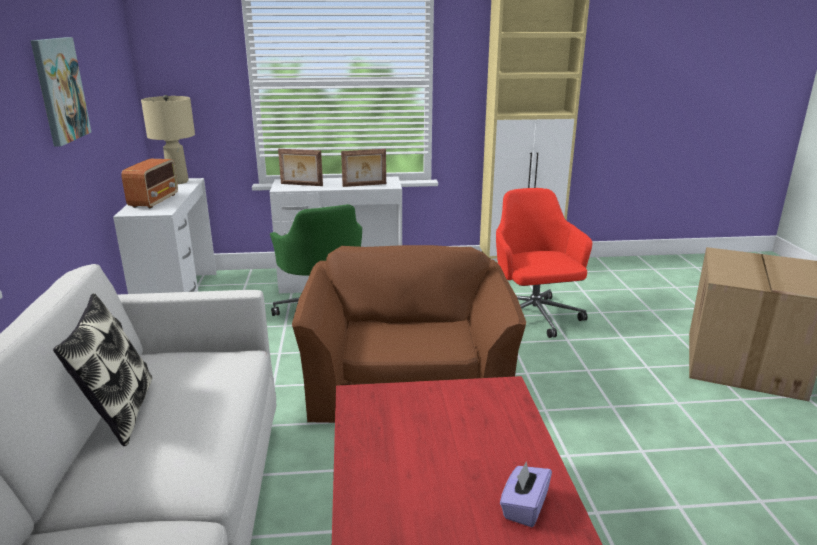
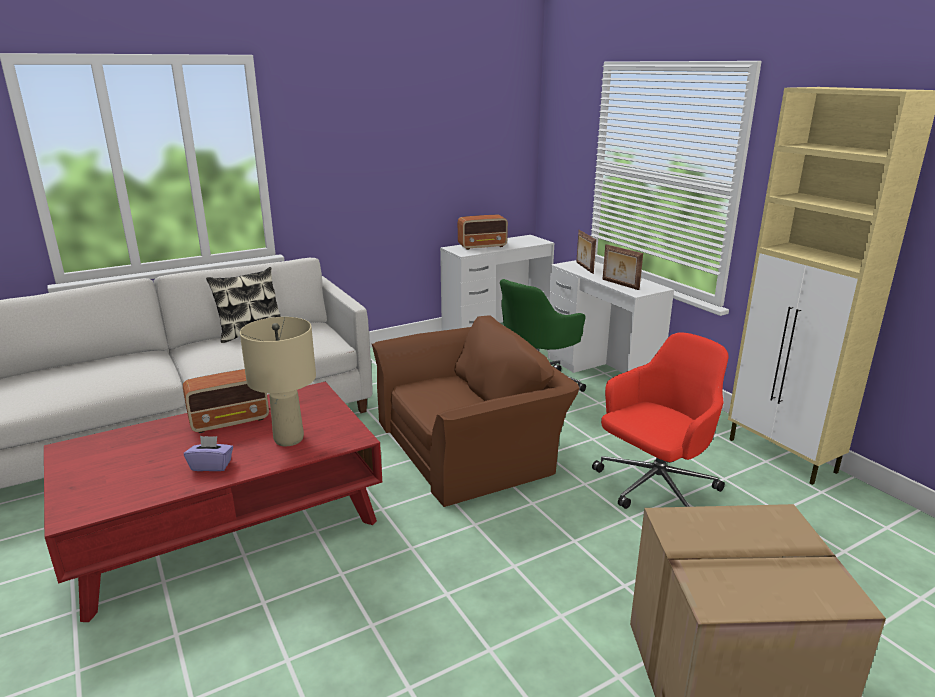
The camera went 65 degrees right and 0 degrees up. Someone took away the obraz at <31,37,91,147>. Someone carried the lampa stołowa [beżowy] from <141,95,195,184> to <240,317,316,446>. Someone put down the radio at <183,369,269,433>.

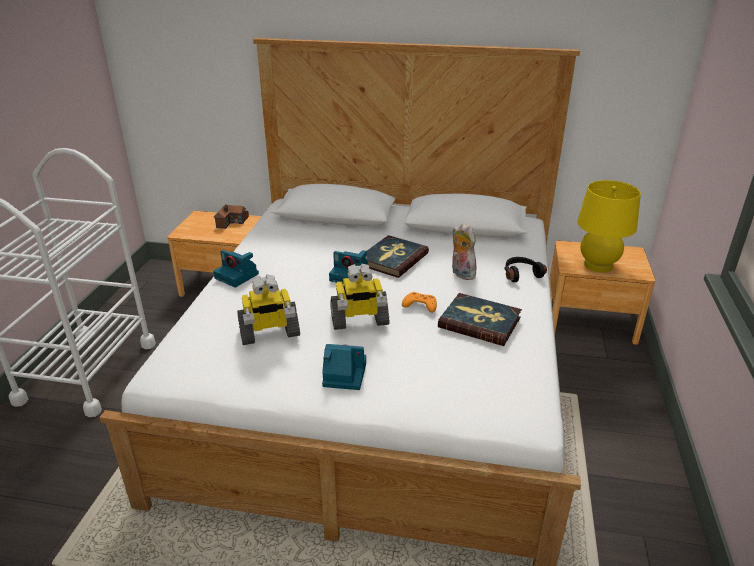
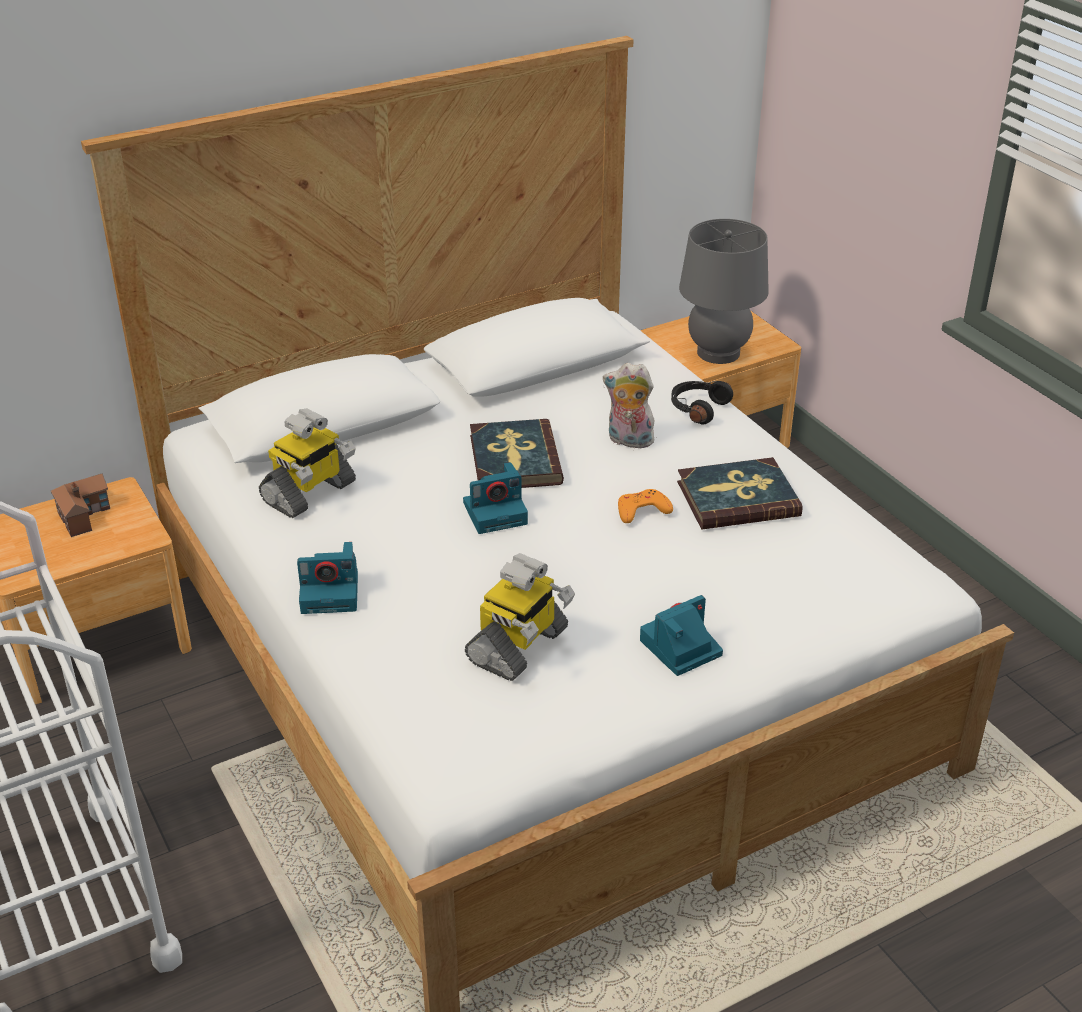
The camera went 40 degrees left and 5 degrees up. Someone repainted the lampa stołowa [żółty] at <577,180,641,273>, which became the lampa stołowa [szary] at <679,219,769,364>. Someone carried the robot zabawkowy from <330,263,390,330> to <259,408,356,518>.

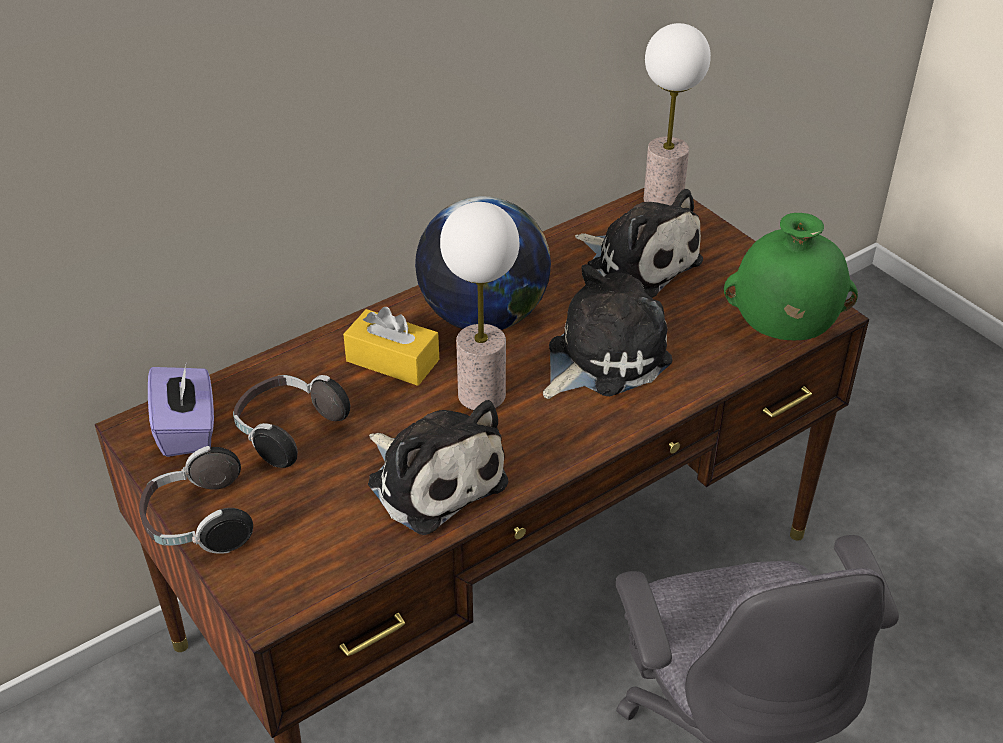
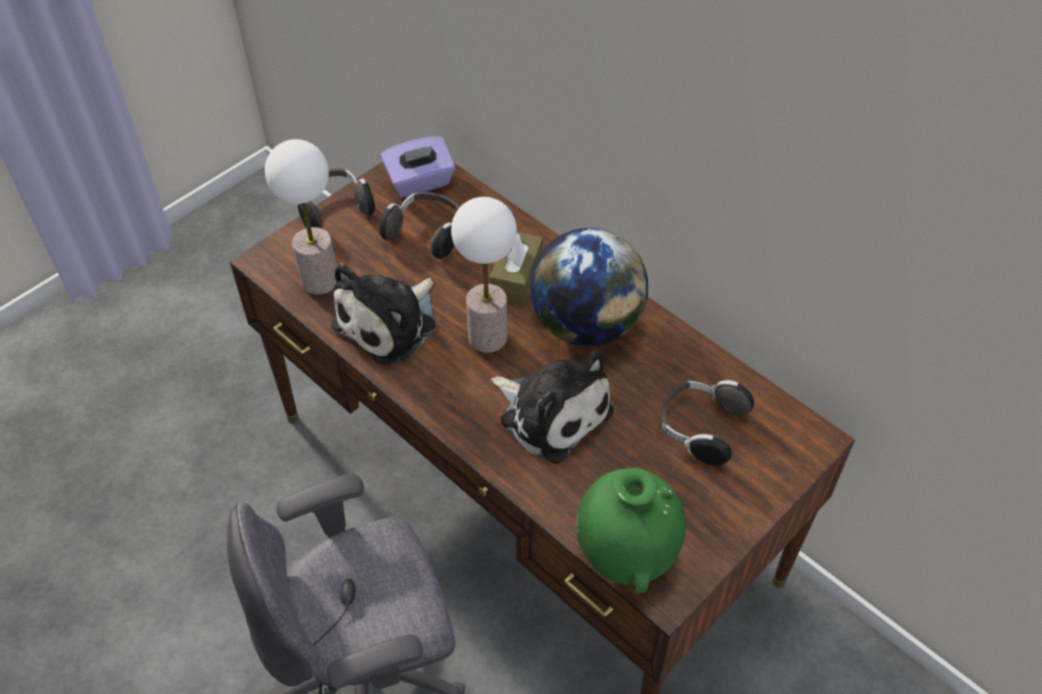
The camera went 80 degrees right and 10 degrees up. Someone carried the lampa stołowa from <644,23,711,206> to <265,139,337,295>. Someone swapped the pluszak at <575,189,703,298> for the słuchawki at <661,380,754,466>. Someone repainted the pudełko chusteczek [żółty] at <343,307,439,386>, which became the pudełko chusteczek [brązowy] at <490,232,543,304>.

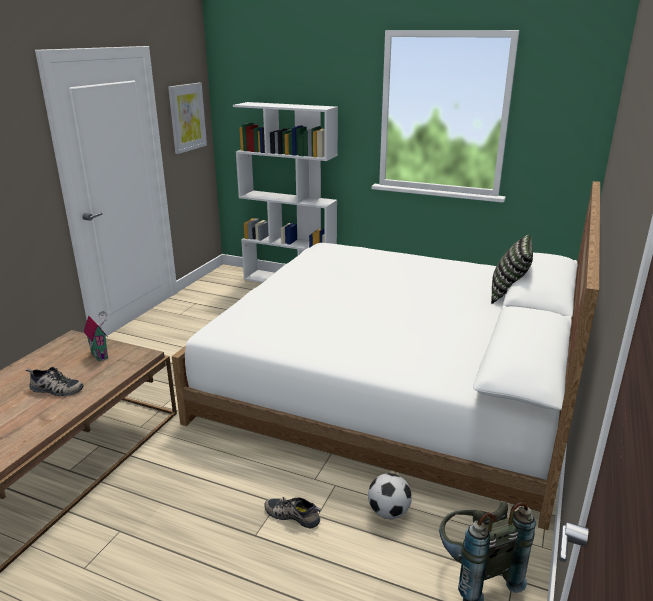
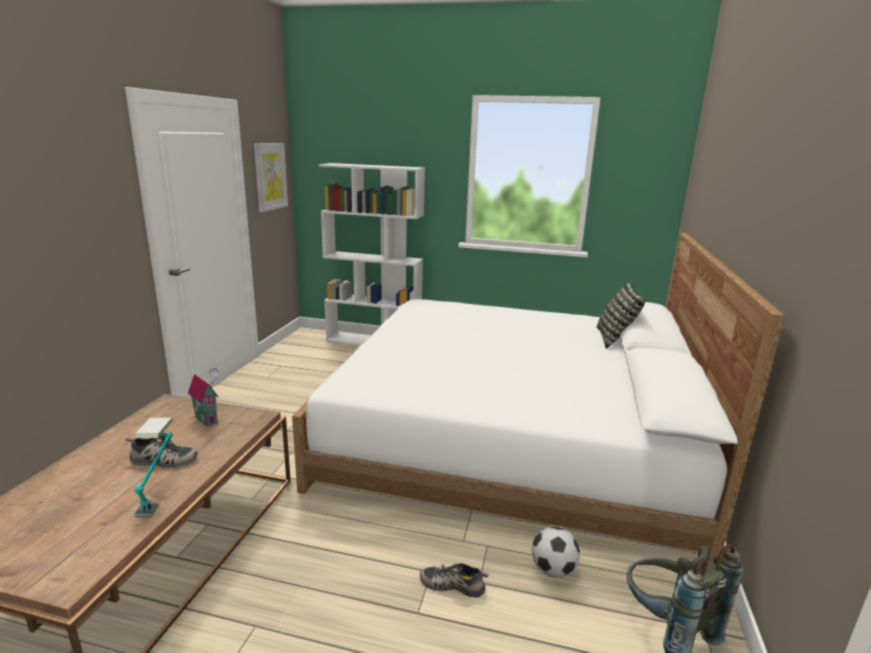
The camera went 10 degrees left and 5 degrees down. Someone put down the lampa stołowa at <134,418,173,517>.

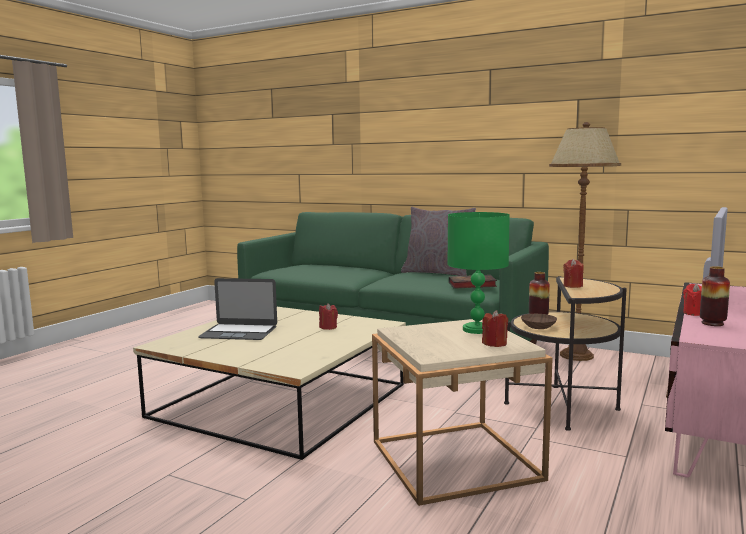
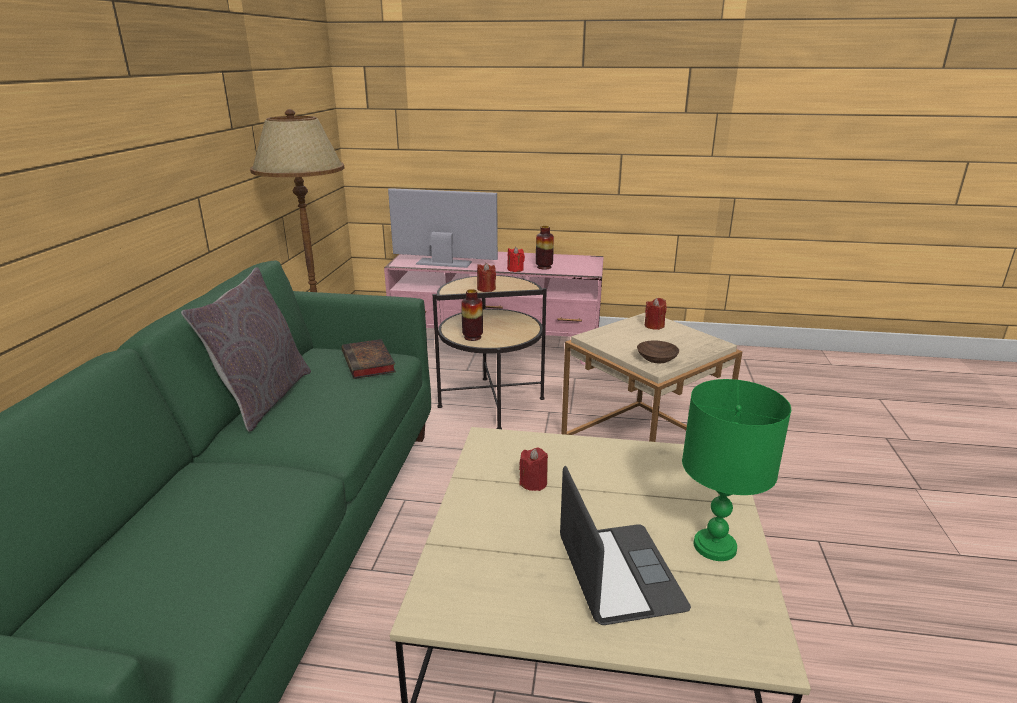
The camera went 110 degrees left and 15 degrees up. Someone carried the lampa stołowa [zielony] from <447,212,510,334> to <682,379,791,561>. Someone carried the miska [brązowy] from <521,314,557,329> to <637,340,679,363>.

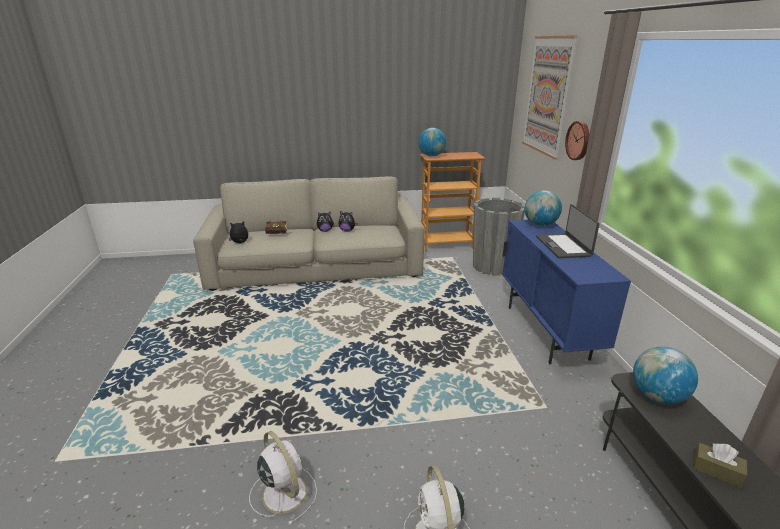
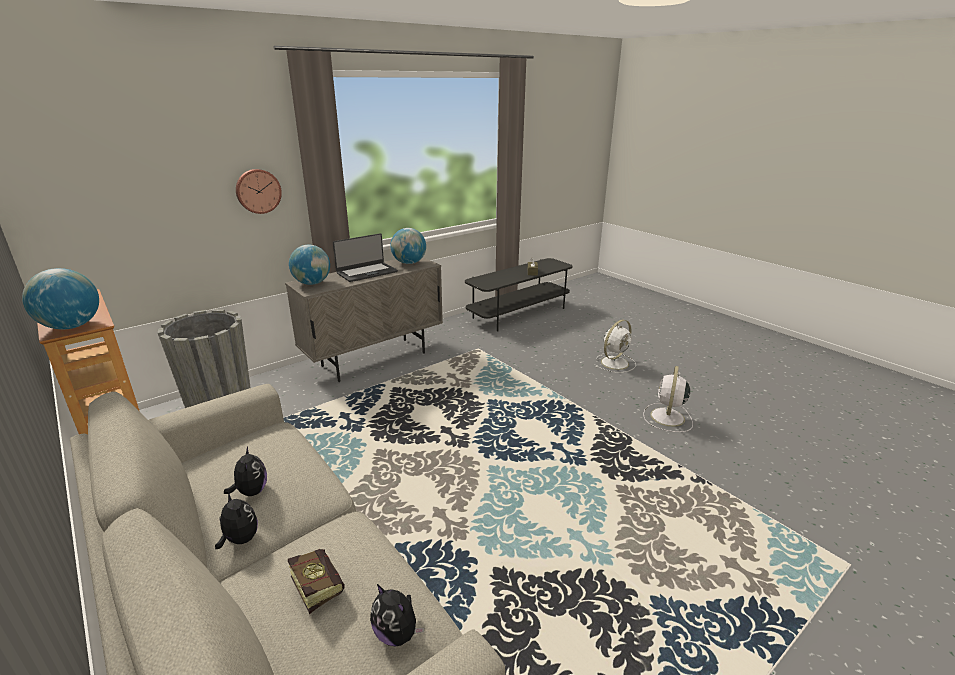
The camera went 120 degrees left and 0 degrees up. Someone took away the obraz at <522,35,578,160>. Someone repainted the szafka [niebieski] at <503,220,631,364>, which became the szafka [beżowy] at <285,257,443,382>. Someone carried the globus from <633,347,698,404> to <390,228,426,264>.

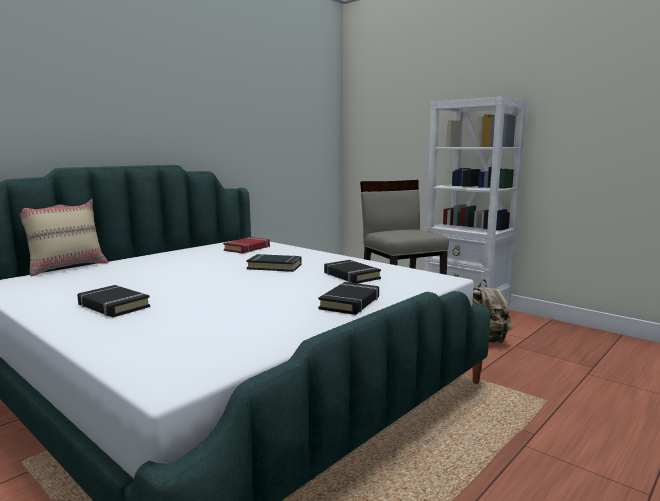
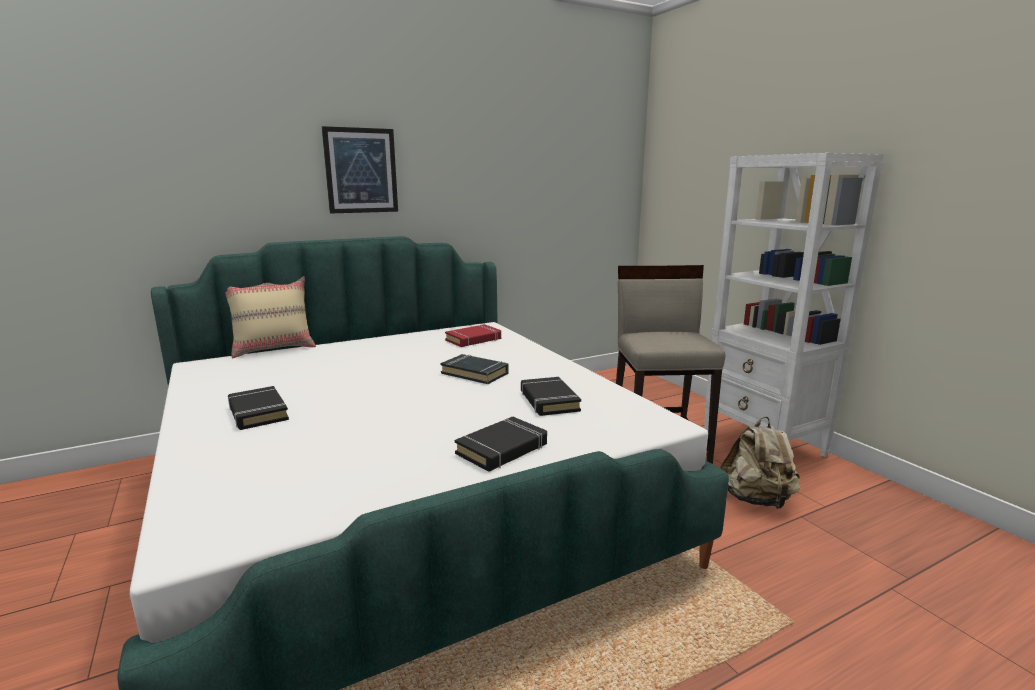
The camera went 20 degrees right and 5 degrees up. Someone put up the obraz at <322,126,398,214>.

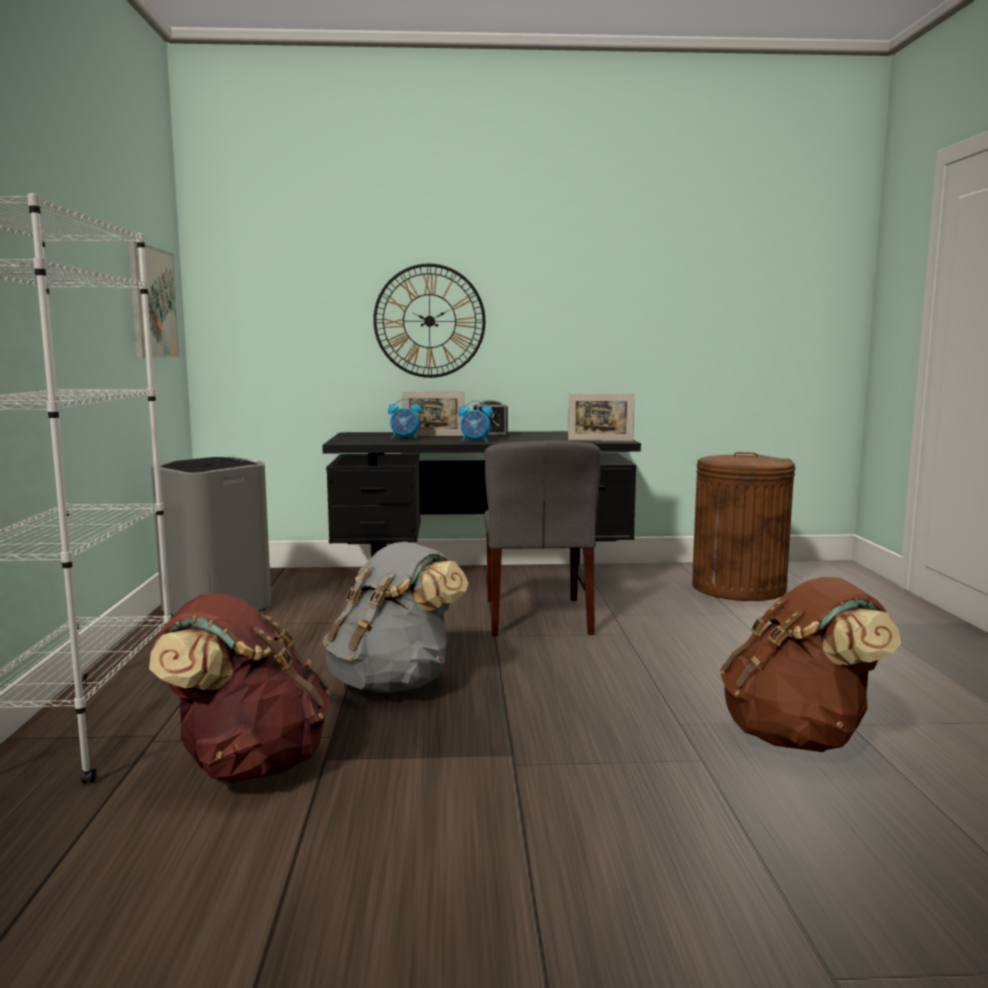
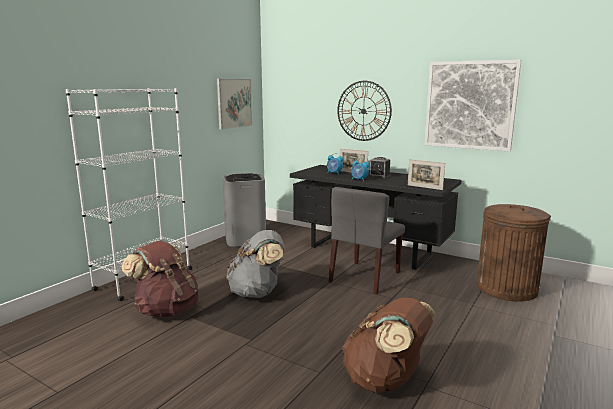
The camera went 35 degrees right and 5 degrees up. Someone put up the obraz at <424,60,522,152>.

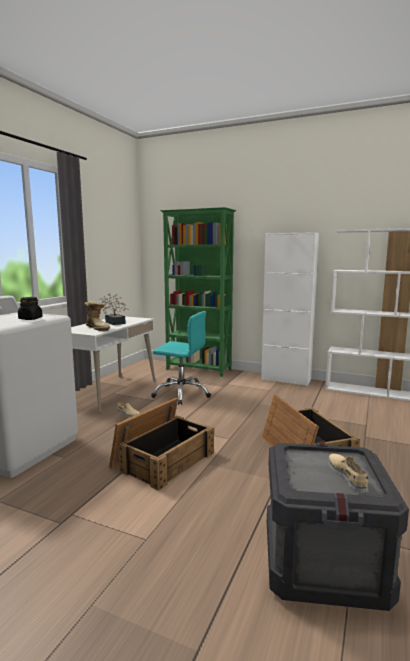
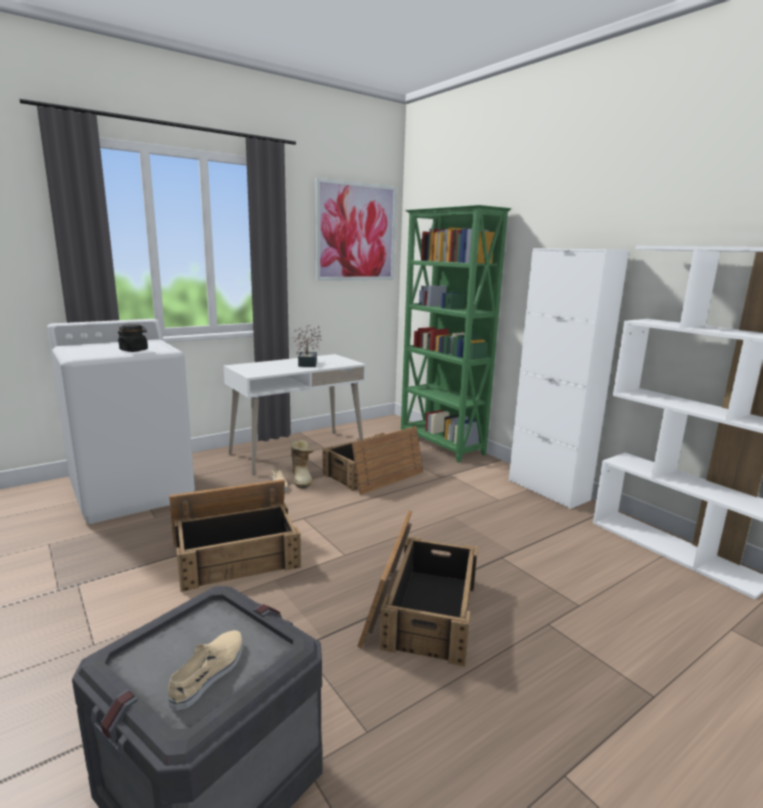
The camera went 30 degrees right and 5 degrees up. Someone carried the but z cholewką from <84,301,110,331> to <291,440,314,488>. Someone swapped the krzesło biurowe [turkusowy] at <151,311,211,405> for the skrzynka at <323,426,423,495>. Someone put up the obraz at <315,178,397,281>.

